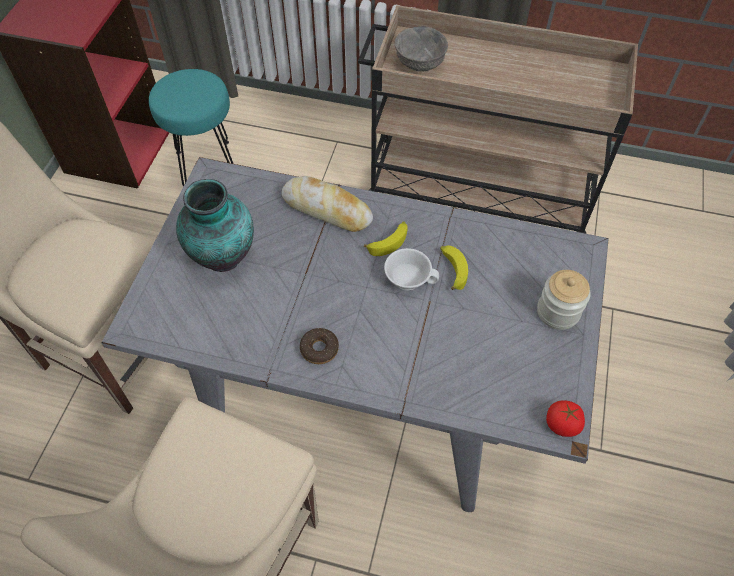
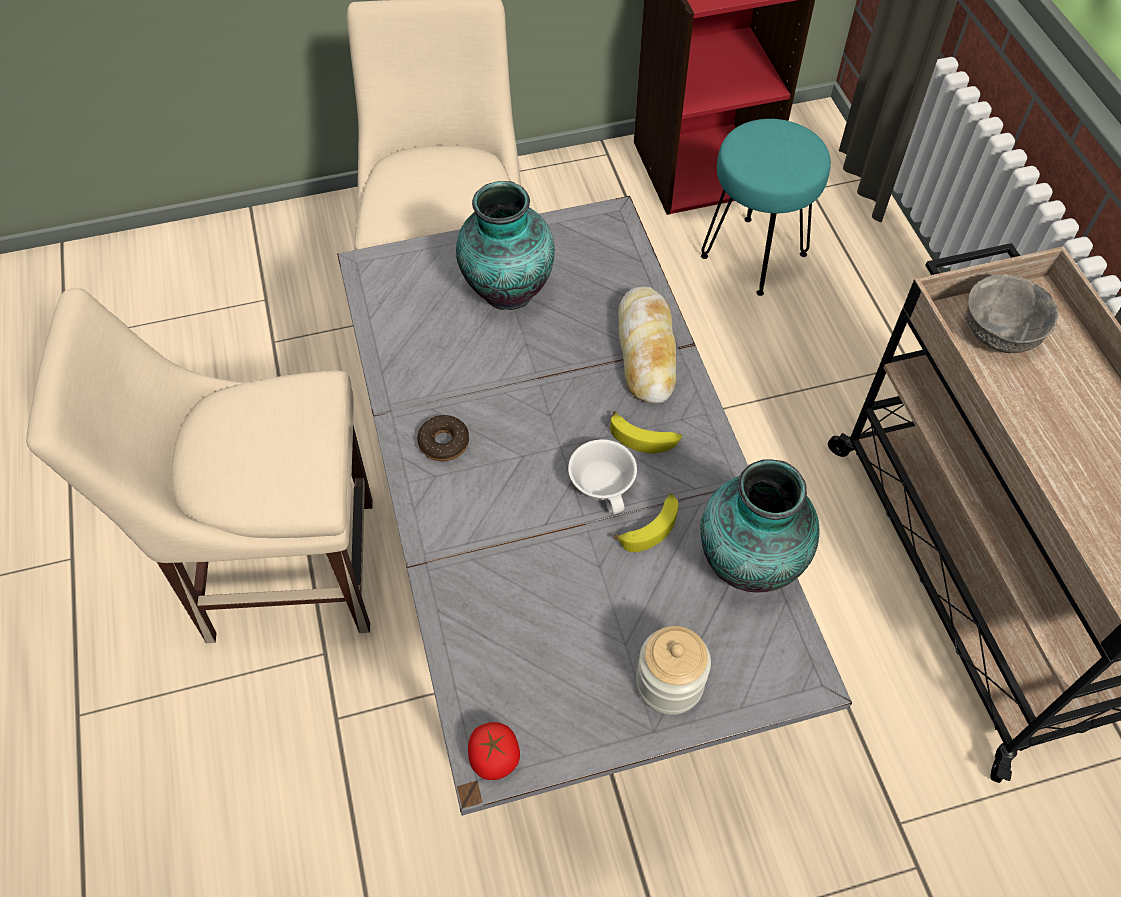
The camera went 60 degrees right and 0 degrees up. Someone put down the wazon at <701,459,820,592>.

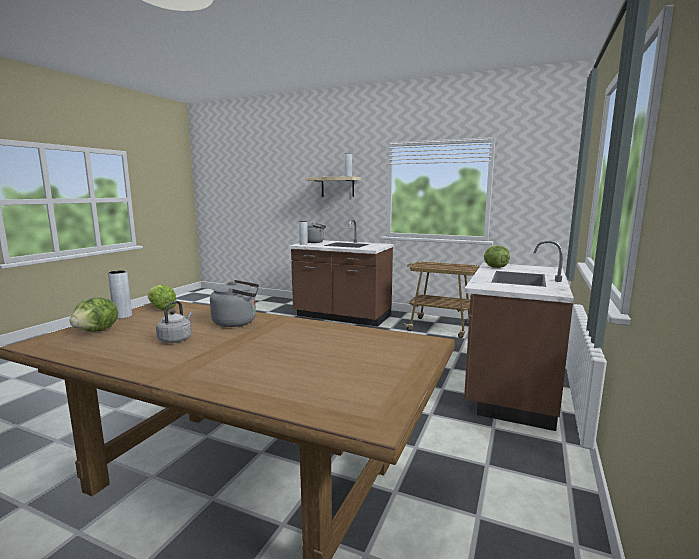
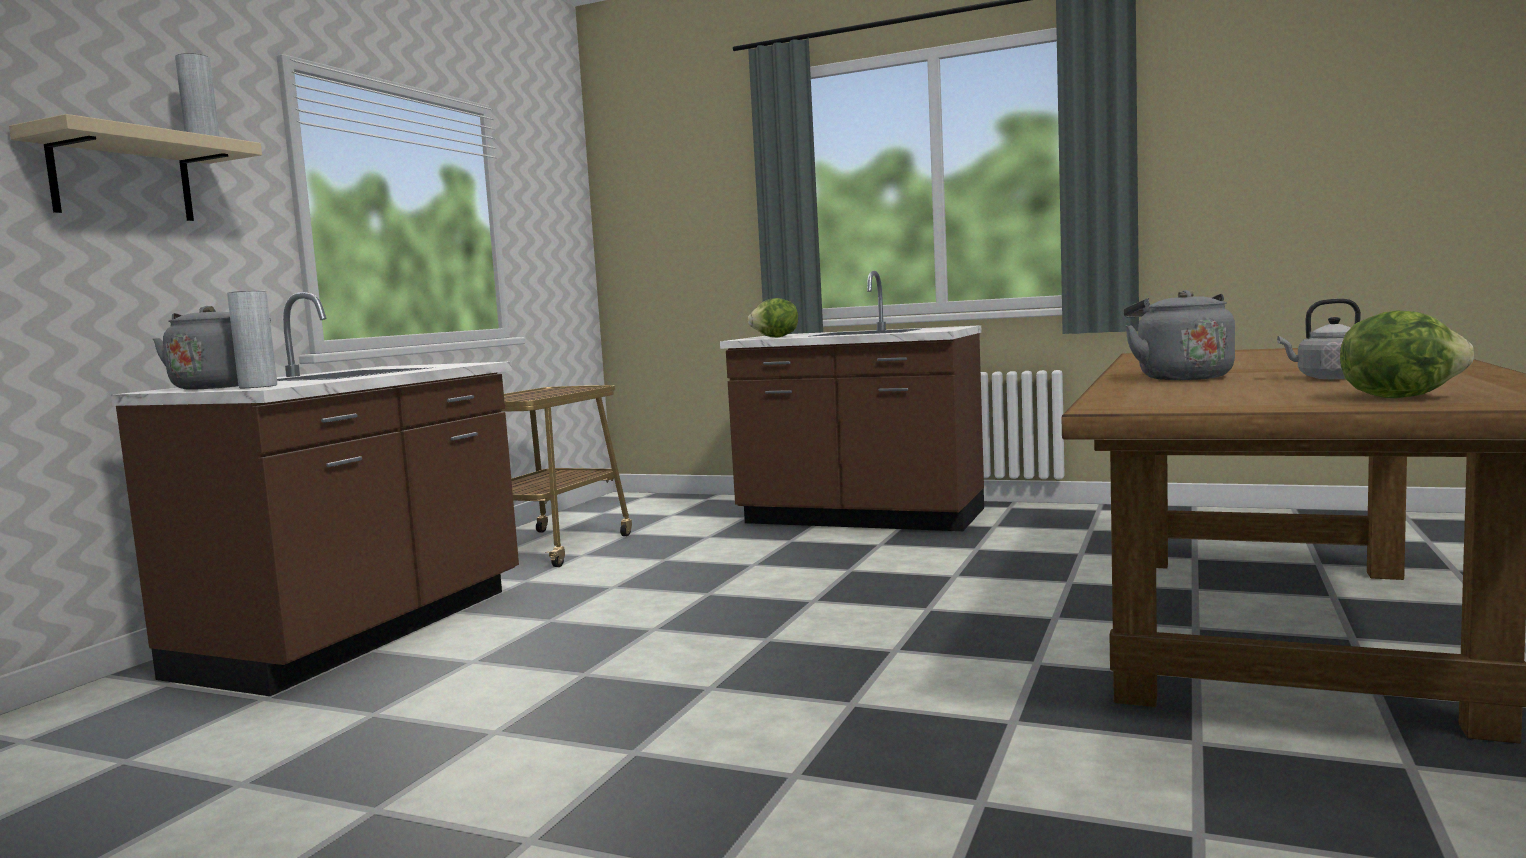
The camera went 90 degrees left and 5 degrees down. Someone took away the wazon [szary] at <108,270,132,319>. Someone took away the sałata at <147,285,177,310>.

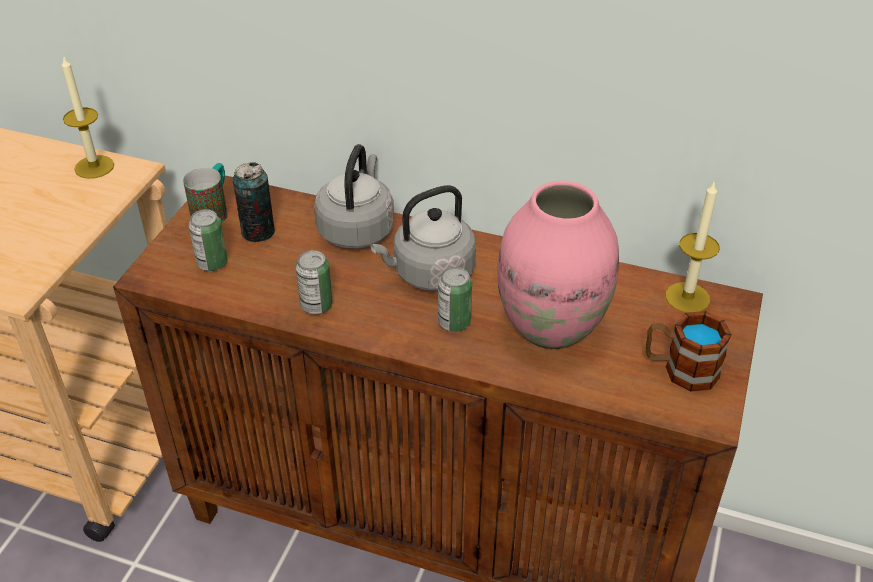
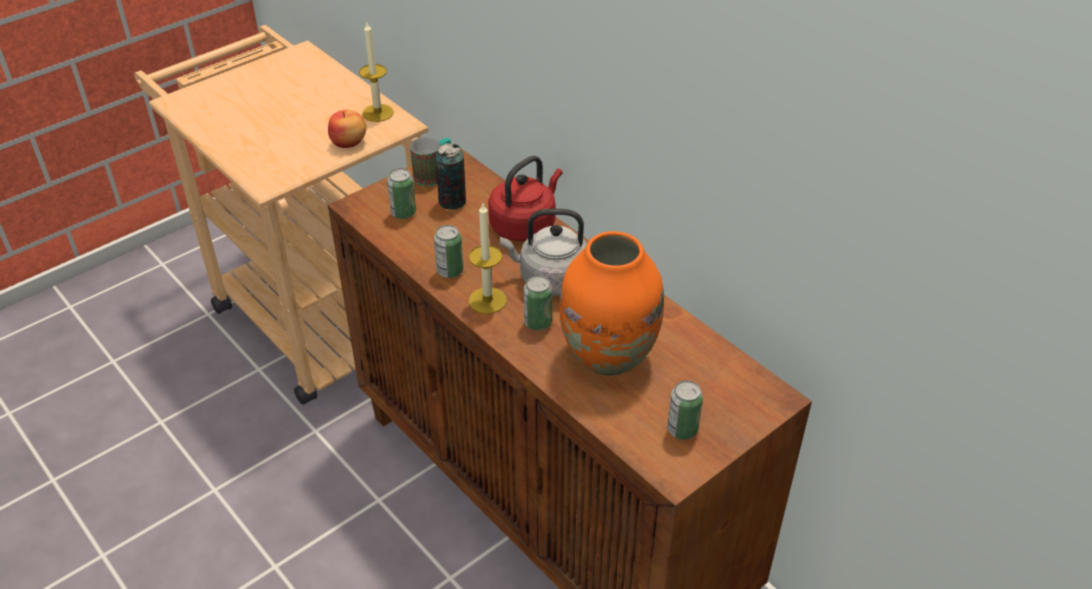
The camera went 30 degrees right and 0 degrees up. Someone repainted the czajnik [szary] at <314,144,394,249>, which became the czajnik [czerwony] at <488,156,562,241>. Someone repainted the wazon [różowy] at <497,181,619,349>, which became the wazon [pomarańczowy] at <559,231,664,376>. Someone carried the świeca from <665,181,720,313> to <469,203,507,314>. Someone swapped the kubek at <646,311,732,392> for the puszka at <667,380,703,440>. Someone put down the jabłko at <328,110,367,148>.

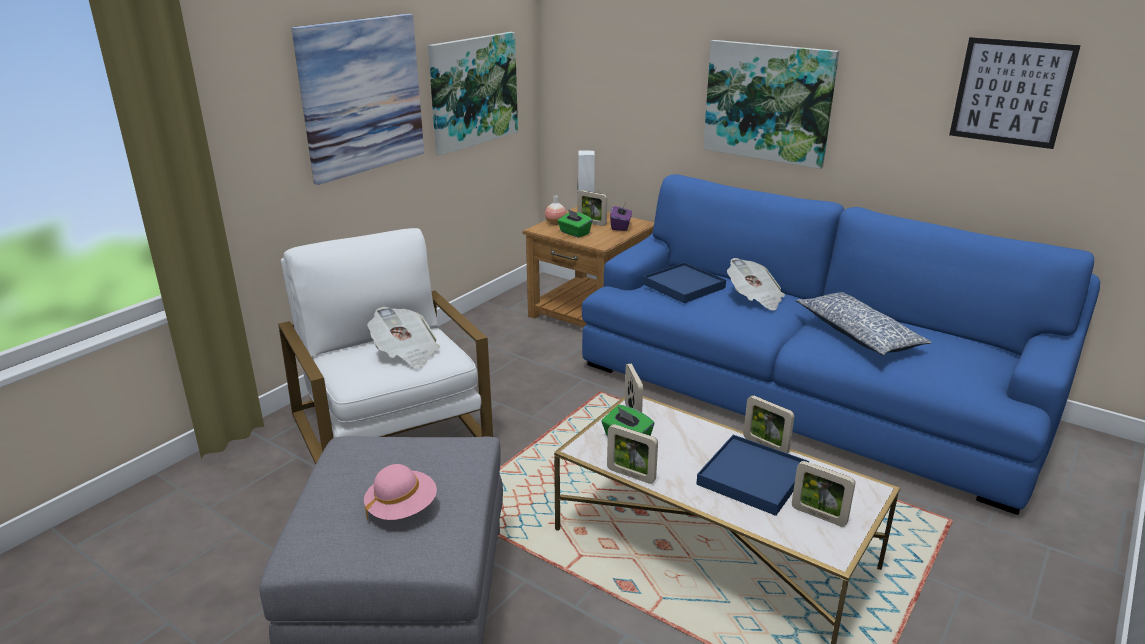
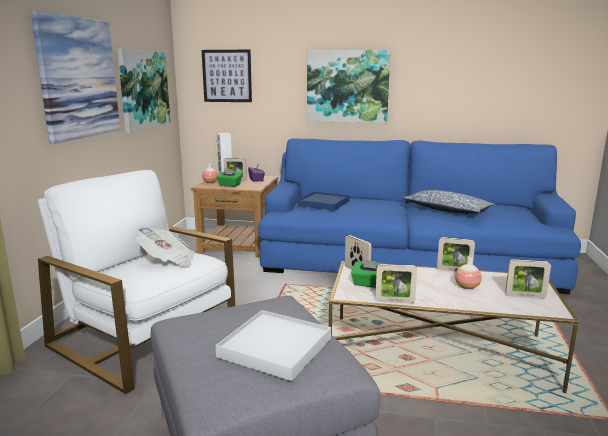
The camera went 25 degrees left and 10 degrees down. Someone carried the obraz from <949,37,1081,149> to <202,50,252,102>. Someone took away the gazeta at <727,258,785,311>. Someone swapped the taca [niebieski] at <696,435,809,516> for the wazon at <455,256,482,289>. Someone swapped the kapelusz [różowy] at <364,464,437,521> for the taca [biały] at <215,310,331,381>.

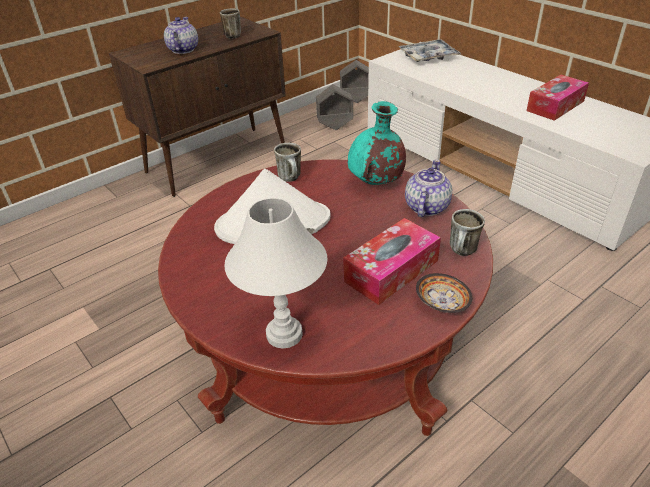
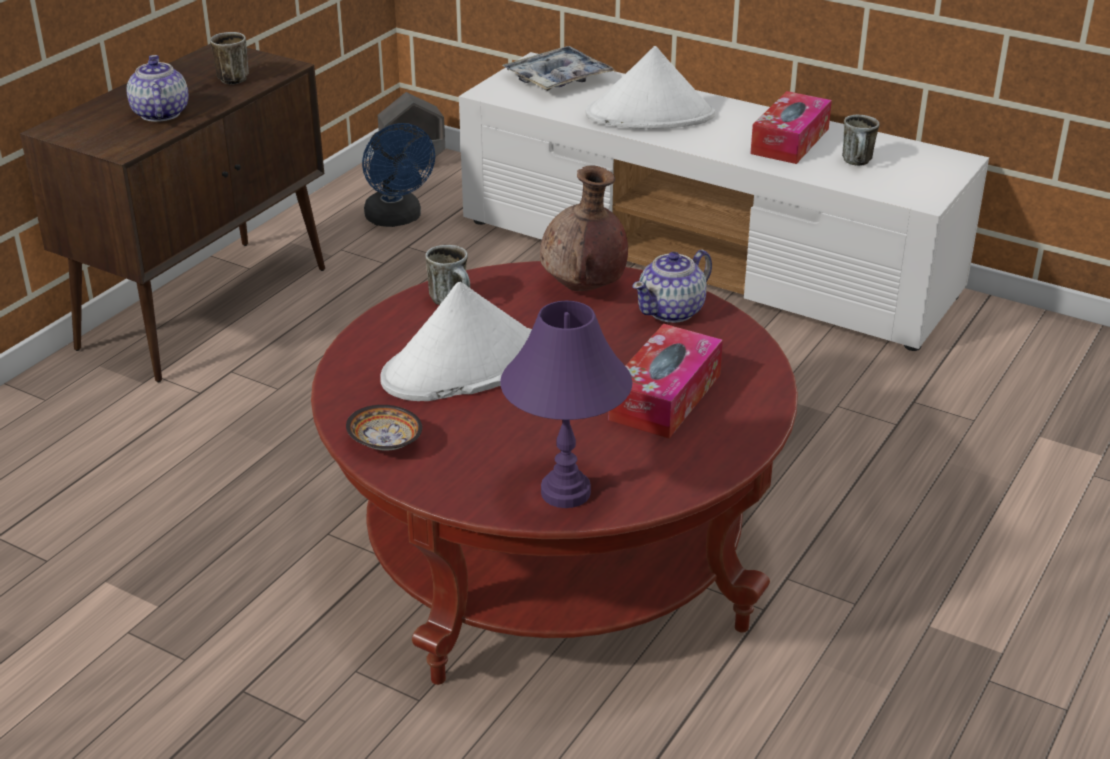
The camera went 20 degrees left and 5 degrees down. Someone swapped the donica [szary] at <316,84,353,130> for the wentylator [niebieski] at <362,123,435,227>. Someone repainted the wazon [turkusowy] at <348,101,406,185>, which became the wazon [brązowy] at <540,165,628,291>. Someone rotated the imbryk at <405,160,452,217> by 135 degrees counterclockwise. Someone repainted the lampa stołowa [biały] at <224,198,328,348>, which became the lampa stołowa [fioletowy] at <500,301,632,508>. Someone carried the kubek from <450,209,485,256> to <842,115,880,166>. Someone carried the miska from <416,273,472,313> to <346,405,422,451>. Someone put down the kapelusz [biały] at <586,46,715,129>.

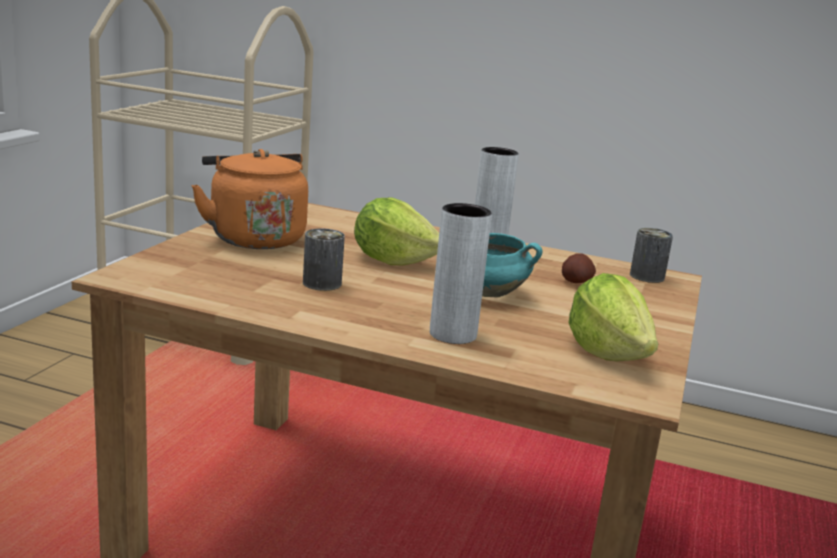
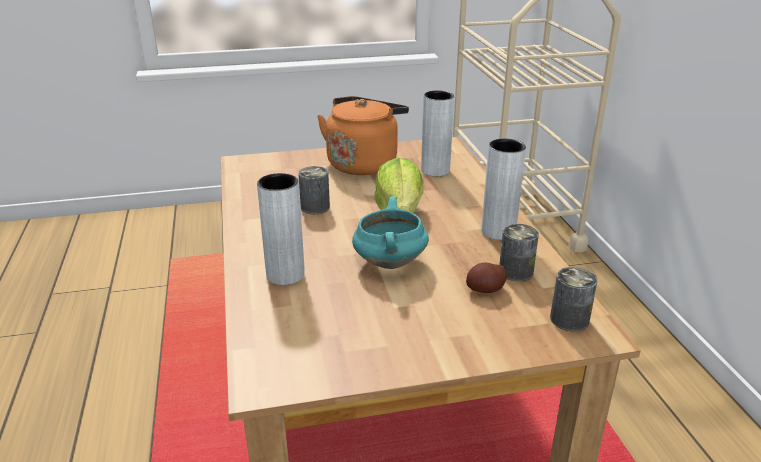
The camera went 60 degrees right and 10 degrees up. Someone took away the sałata at <568,273,658,362>. Someone put down the wazon [szary] at <421,90,454,177>. Someone put down the puszka at <499,224,539,281>.

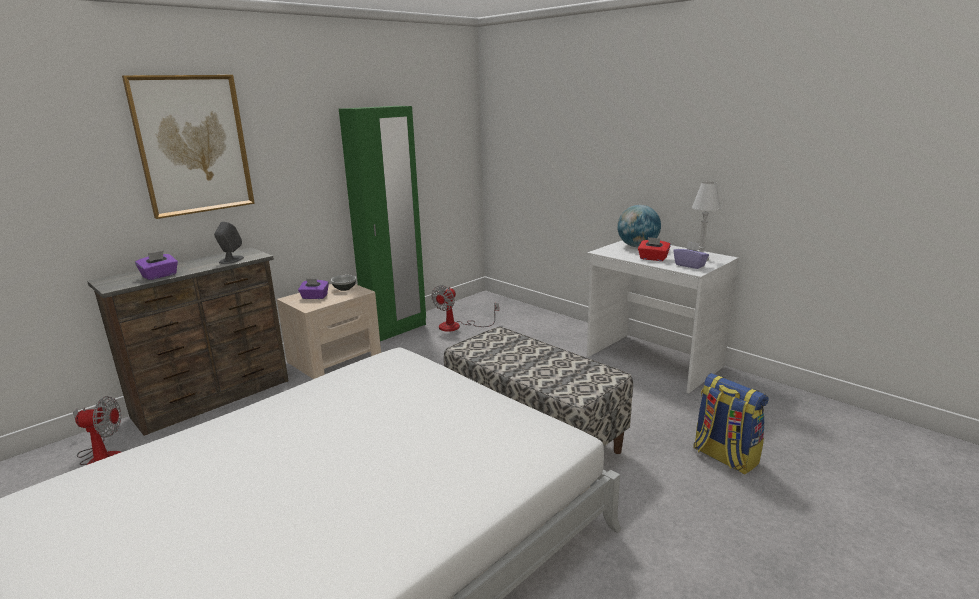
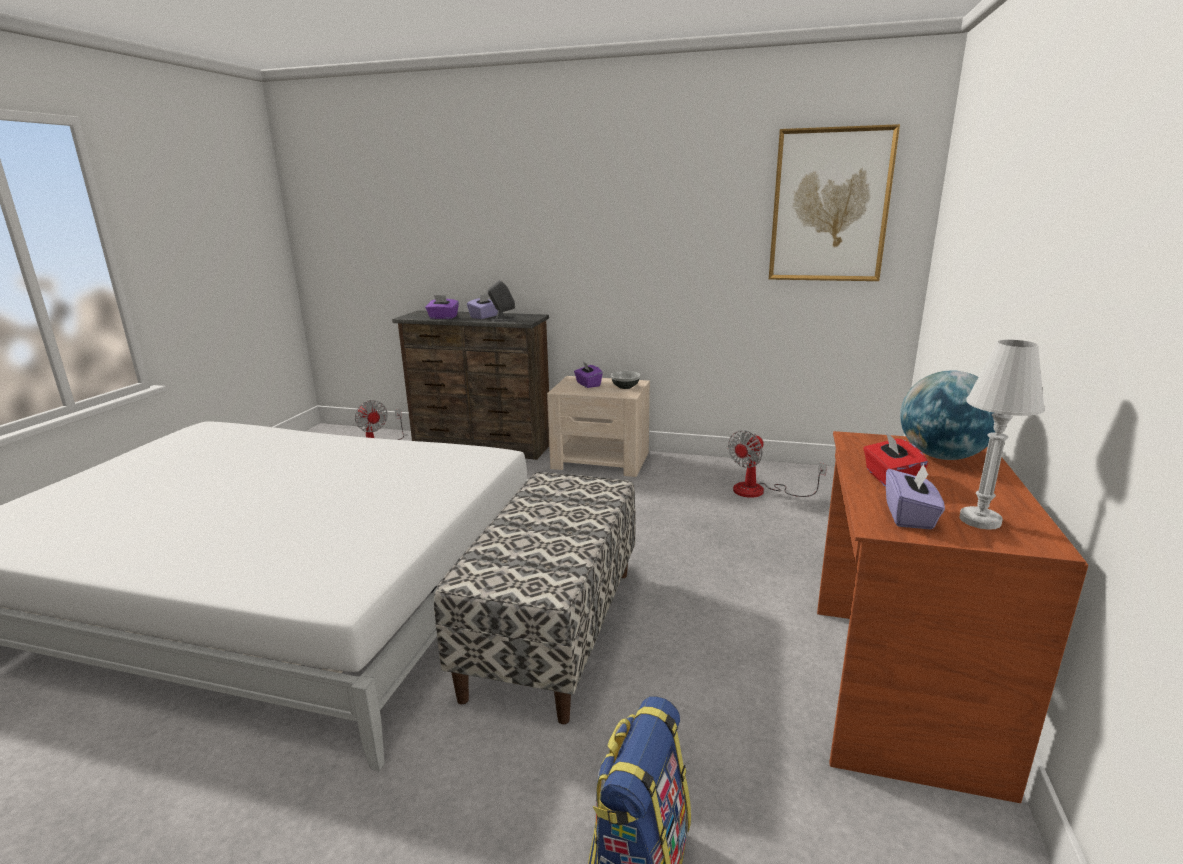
The camera went 60 degrees right and 0 degrees up. Someone carried the obraz from <122,75,255,219> to <769,124,900,281>. Someone took away the szafa [zielony] at <339,106,426,341>. Someone repainted the biurko [biały] at <587,240,738,393>, which became the biurko [brązowy] at <817,431,1088,803>. Someone rotated the wentylator at <431,285,499,332> by 45 degrees counterclockwise. Someone put down the pudełko chusteczek [fioletowy] at <467,294,498,319>.

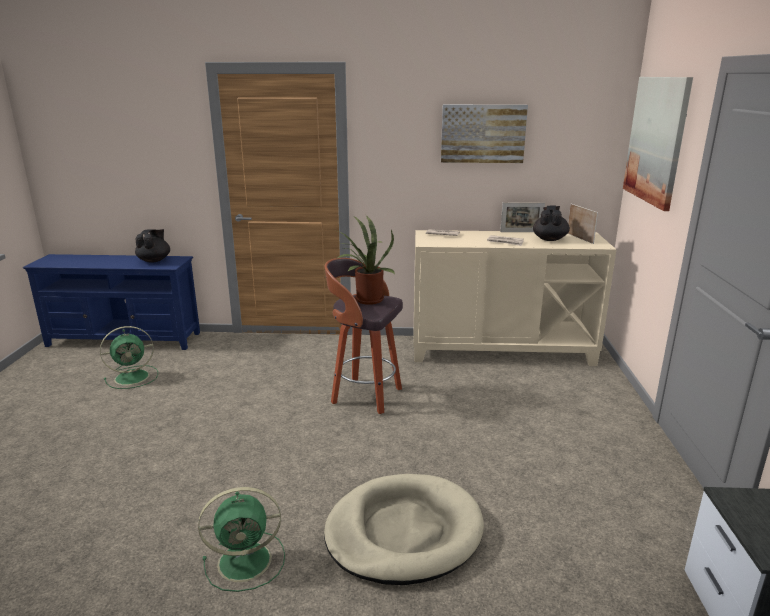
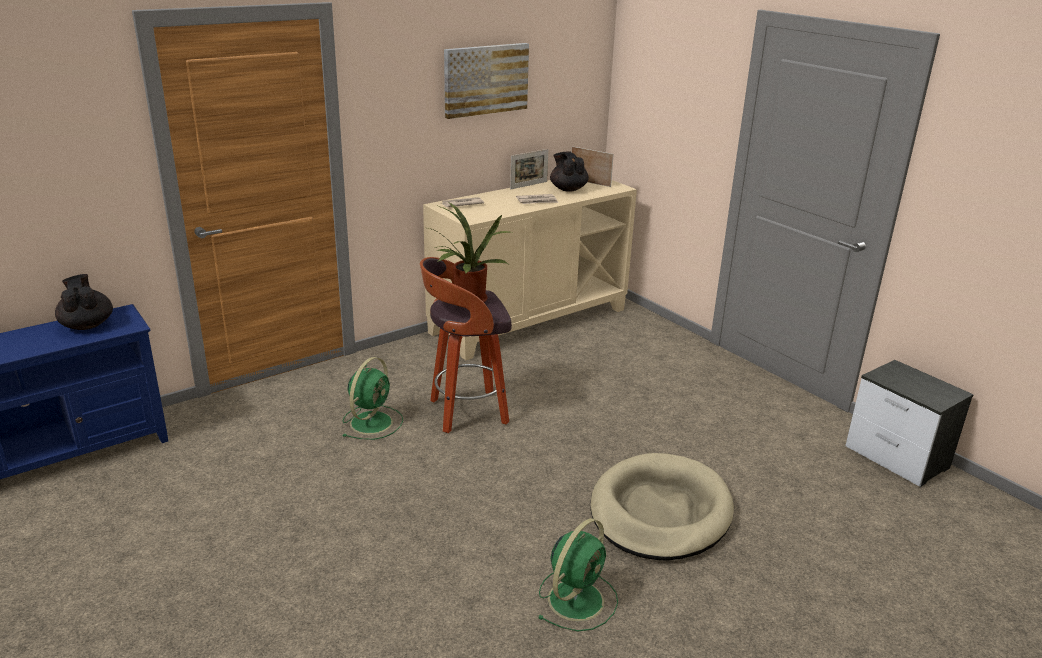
The camera went 40 degrees left and 5 degrees up. Someone took away the obraz at <623,77,693,211>. Someone carried the wentylator [zielony] from <100,326,158,389> to <343,357,403,440>.

